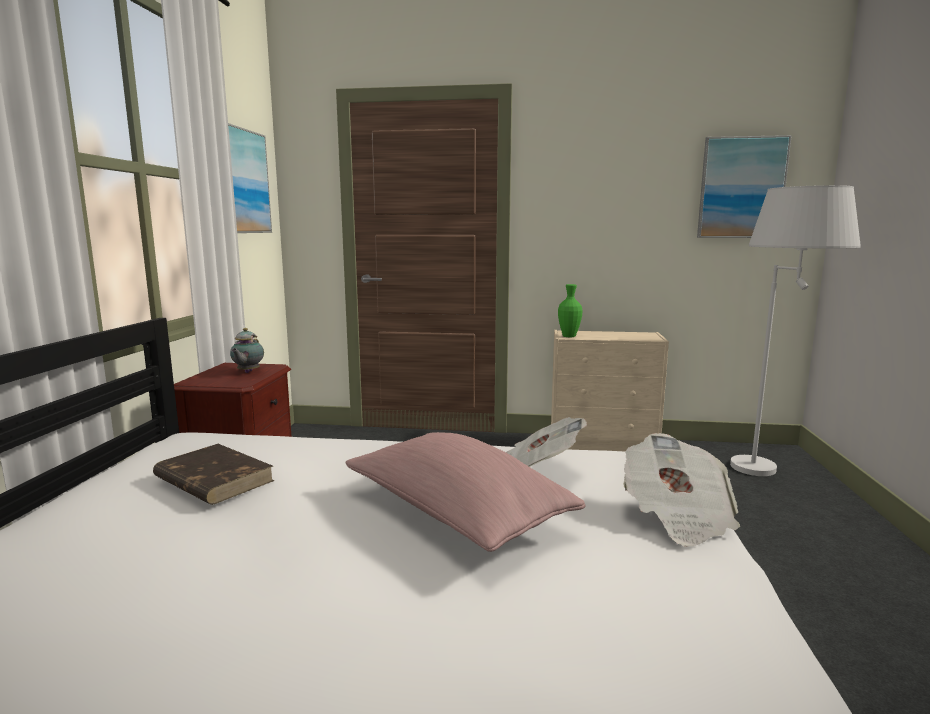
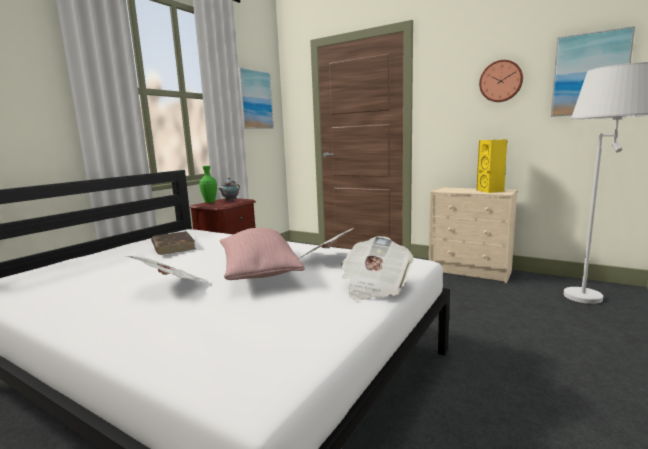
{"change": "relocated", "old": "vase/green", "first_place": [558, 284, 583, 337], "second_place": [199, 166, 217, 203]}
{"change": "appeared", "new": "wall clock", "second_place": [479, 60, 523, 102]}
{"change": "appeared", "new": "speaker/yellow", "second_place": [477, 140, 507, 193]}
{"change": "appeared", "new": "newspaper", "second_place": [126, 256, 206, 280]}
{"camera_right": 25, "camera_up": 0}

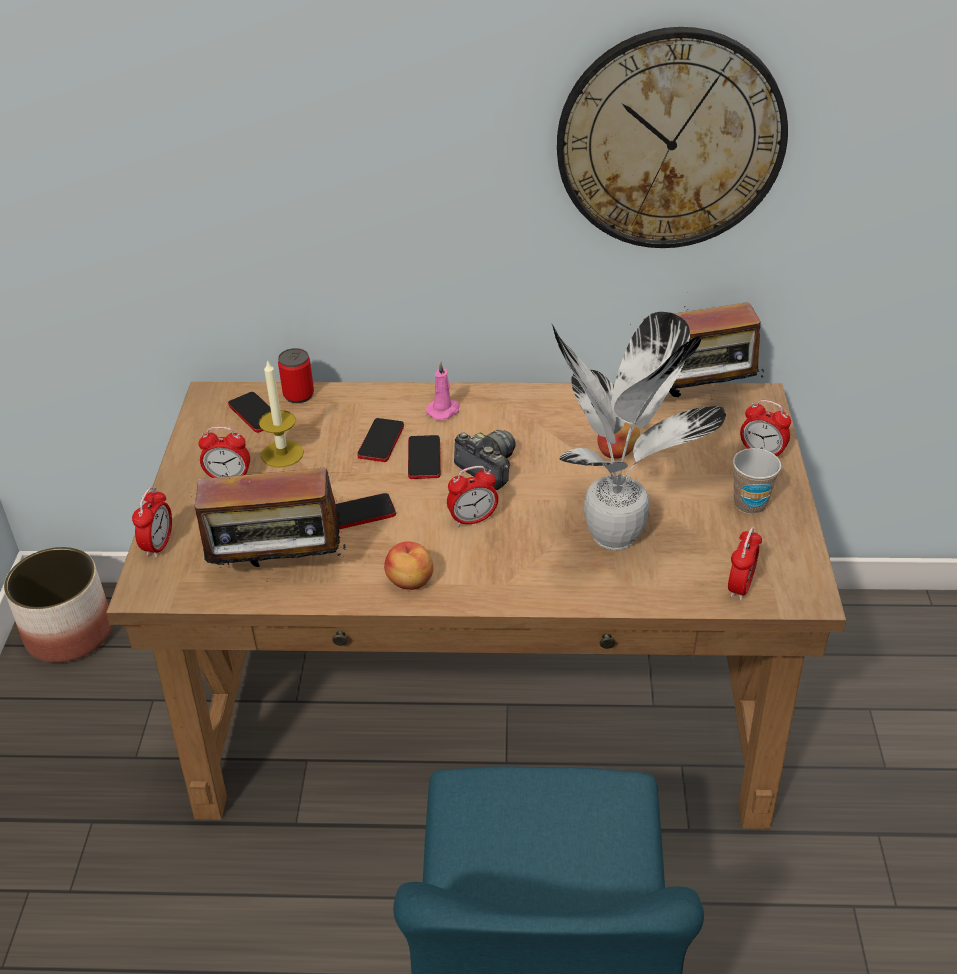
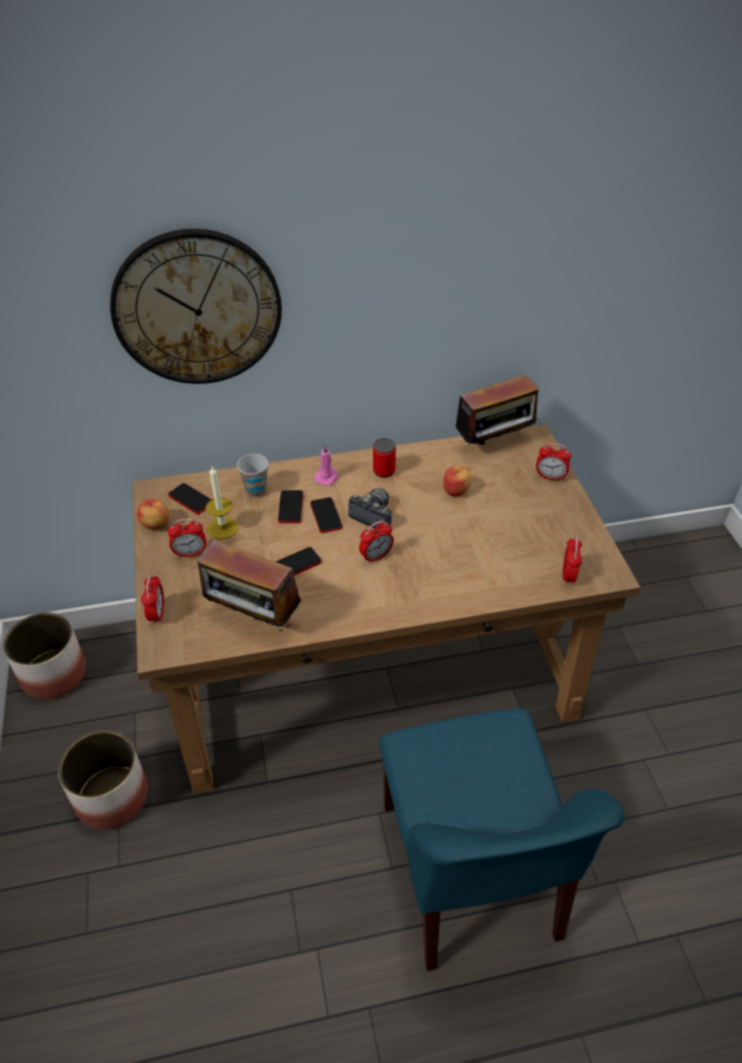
{"change": "relocated", "old": "wall clock", "first_place": [557, 27, 788, 248], "second_place": [110, 229, 282, 384]}
{"change": "missing", "old": "potted plant", "first_place": [551, 312, 726, 550]}
{"change": "relocated", "old": "can", "first_place": [278, 348, 314, 403], "second_place": [373, 438, 396, 478]}
{"change": "relocated", "old": "cup", "first_place": [733, 448, 781, 515], "second_place": [237, 454, 268, 497]}
{"change": "spun", "old": "radio", "first_place": [195, 455, 346, 582], "second_place": [197, 540, 301, 633], "degrees": 45}
{"change": "relocated", "old": "apple", "first_place": [384, 541, 434, 590], "second_place": [137, 499, 170, 530]}
{"change": "appeared", "new": "planter", "second_place": [58, 730, 148, 829]}
{"camera_right": -15, "camera_up": 5}

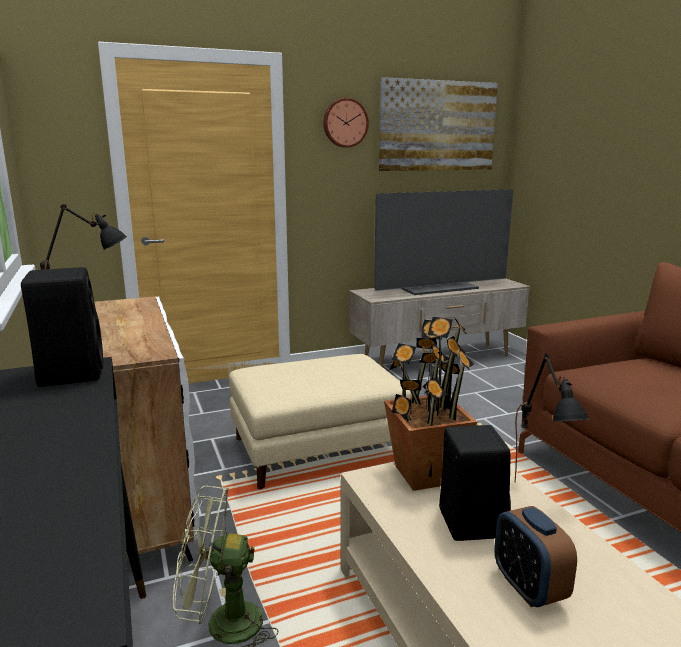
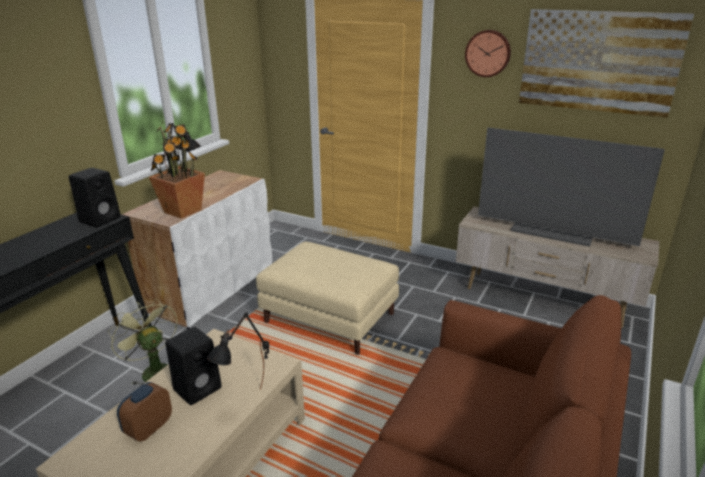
{"change": "relocated", "old": "potted plant", "first_place": [384, 316, 477, 491], "second_place": [149, 122, 205, 219]}
{"camera_right": 50, "camera_up": 10}

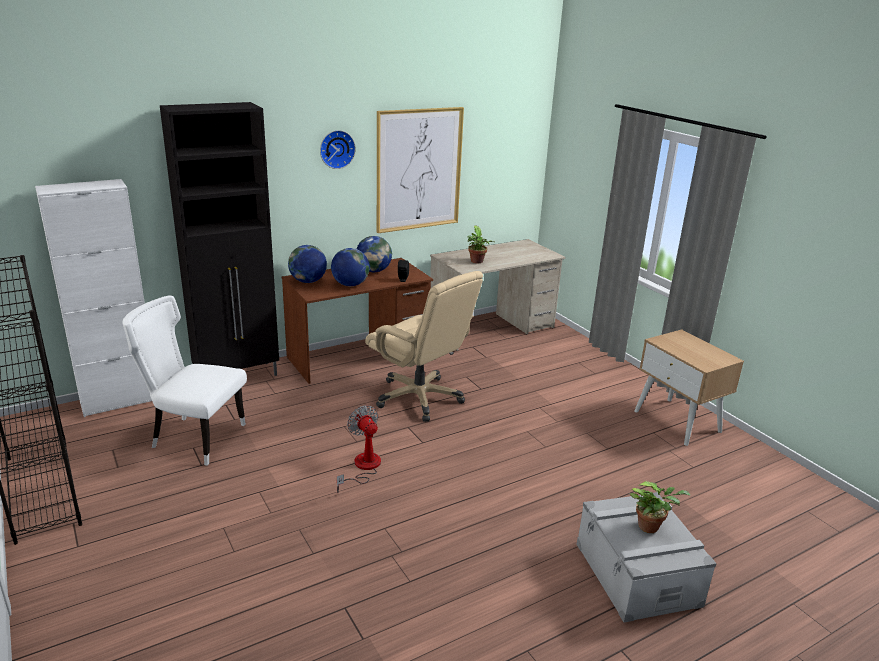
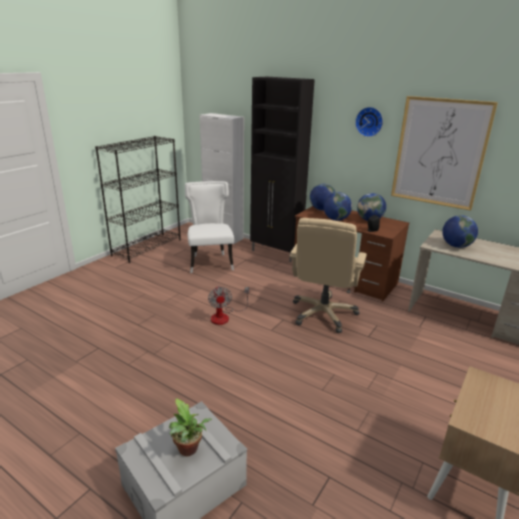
{"change": "exchanged", "old": "potted plant", "new": "globe", "first_place": [467, 225, 494, 263], "second_place": [442, 215, 478, 248]}
{"change": "spun", "old": "fan", "first_place": [337, 405, 381, 493], "second_place": [208, 286, 249, 325], "degrees": 135}
{"camera_right": 65, "camera_up": 0}

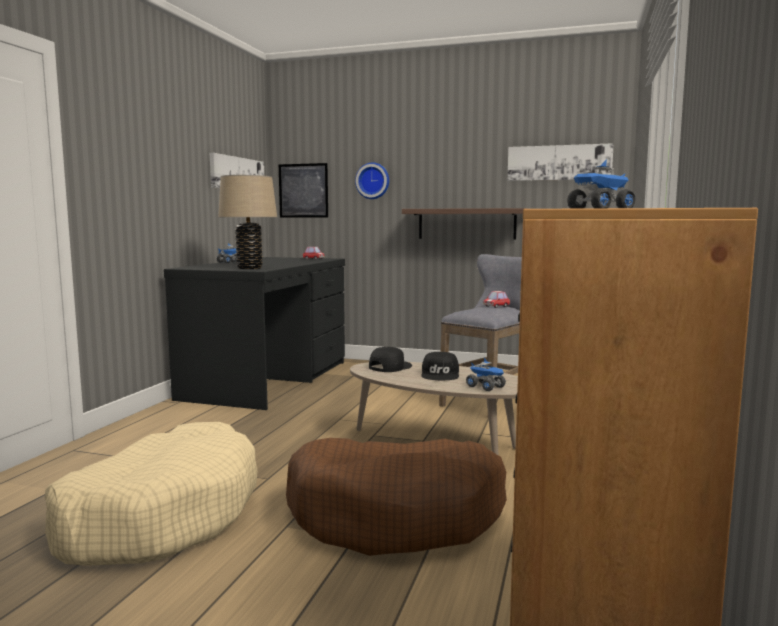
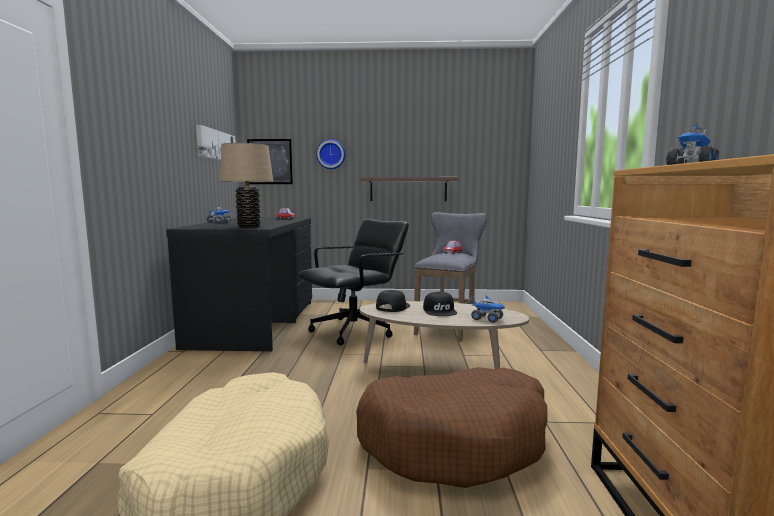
{"change": "missing", "old": "picture", "first_place": [507, 143, 614, 181]}
{"change": "appeared", "new": "office chair/black", "second_place": [298, 219, 409, 345]}
{"camera_right": -15, "camera_up": 0}

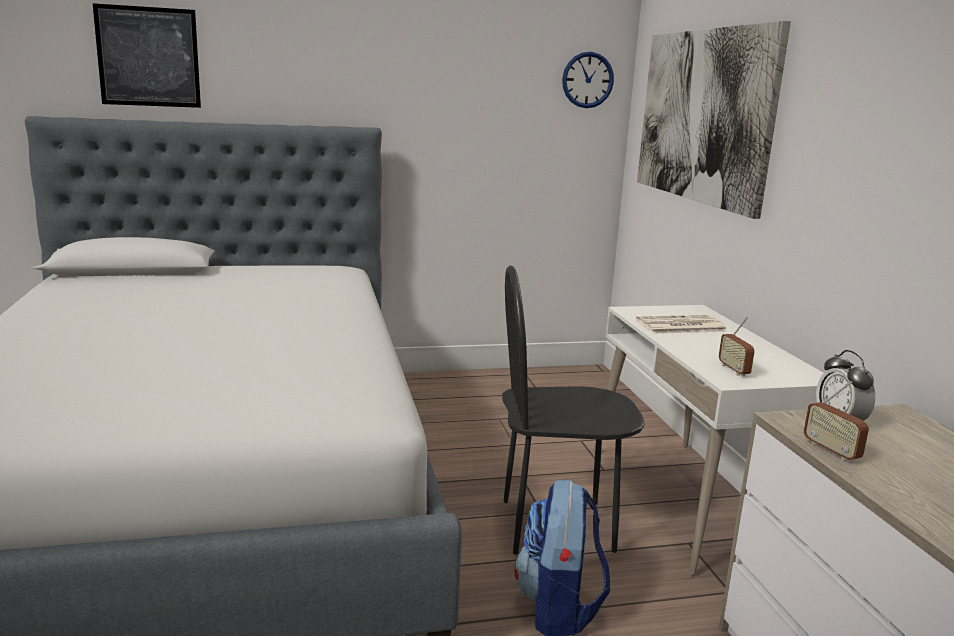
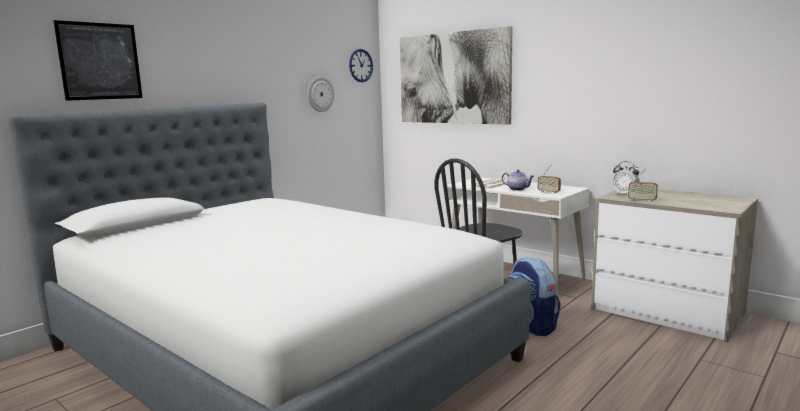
{"change": "appeared", "new": "wall clock", "second_place": [308, 77, 334, 112]}
{"change": "appeared", "new": "teapot", "second_place": [502, 170, 534, 191]}
{"camera_right": -35, "camera_up": -5}

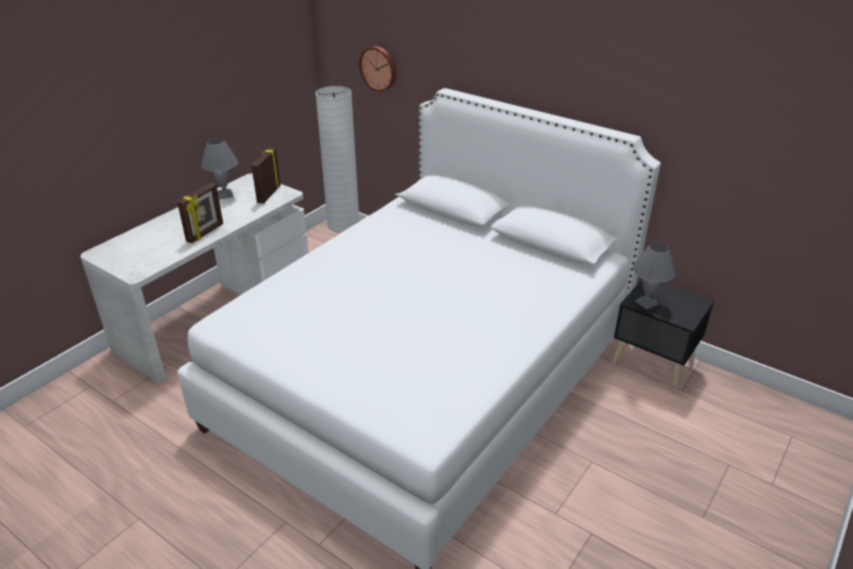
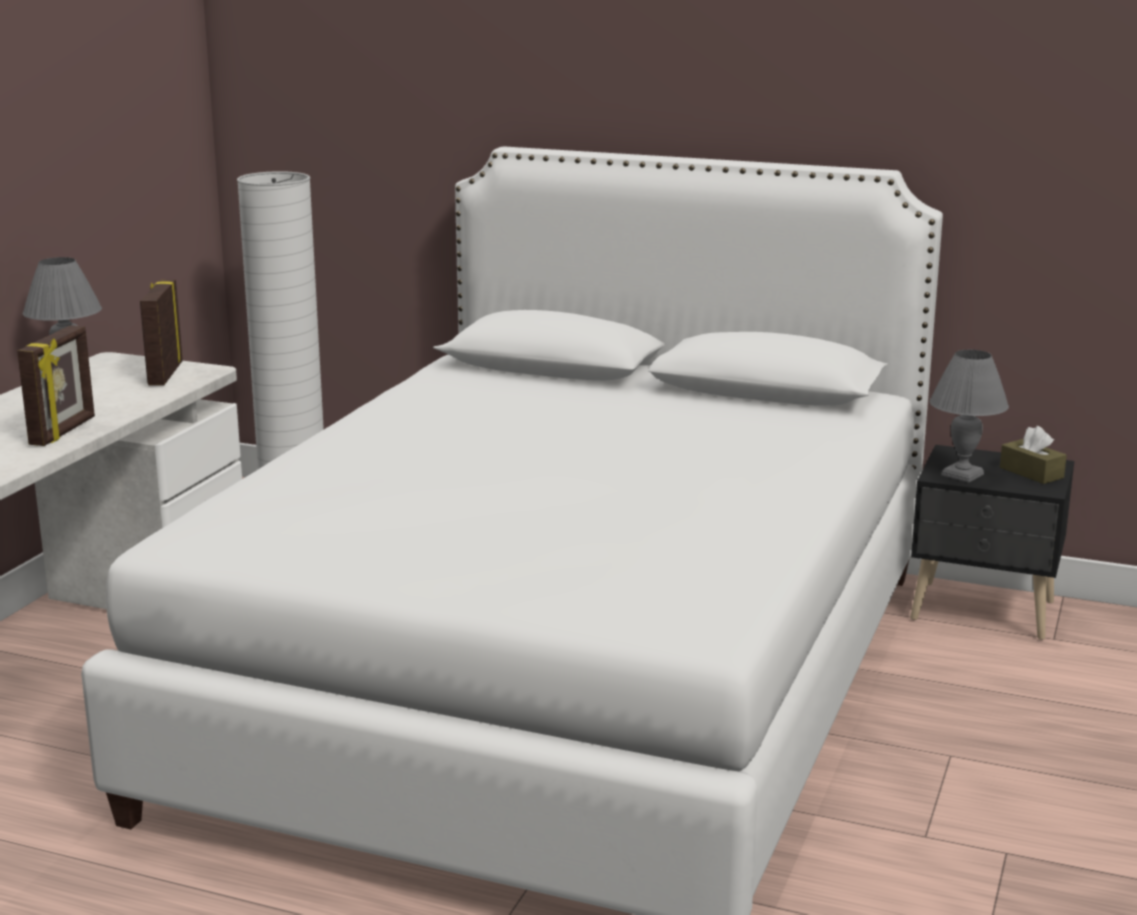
{"change": "missing", "old": "wall clock", "first_place": [359, 46, 396, 92]}
{"change": "appeared", "new": "tissue box/brown", "second_place": [1000, 426, 1067, 484]}
{"camera_right": -15, "camera_up": -15}

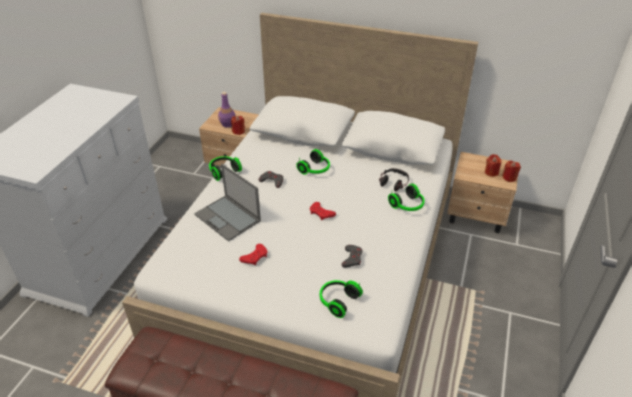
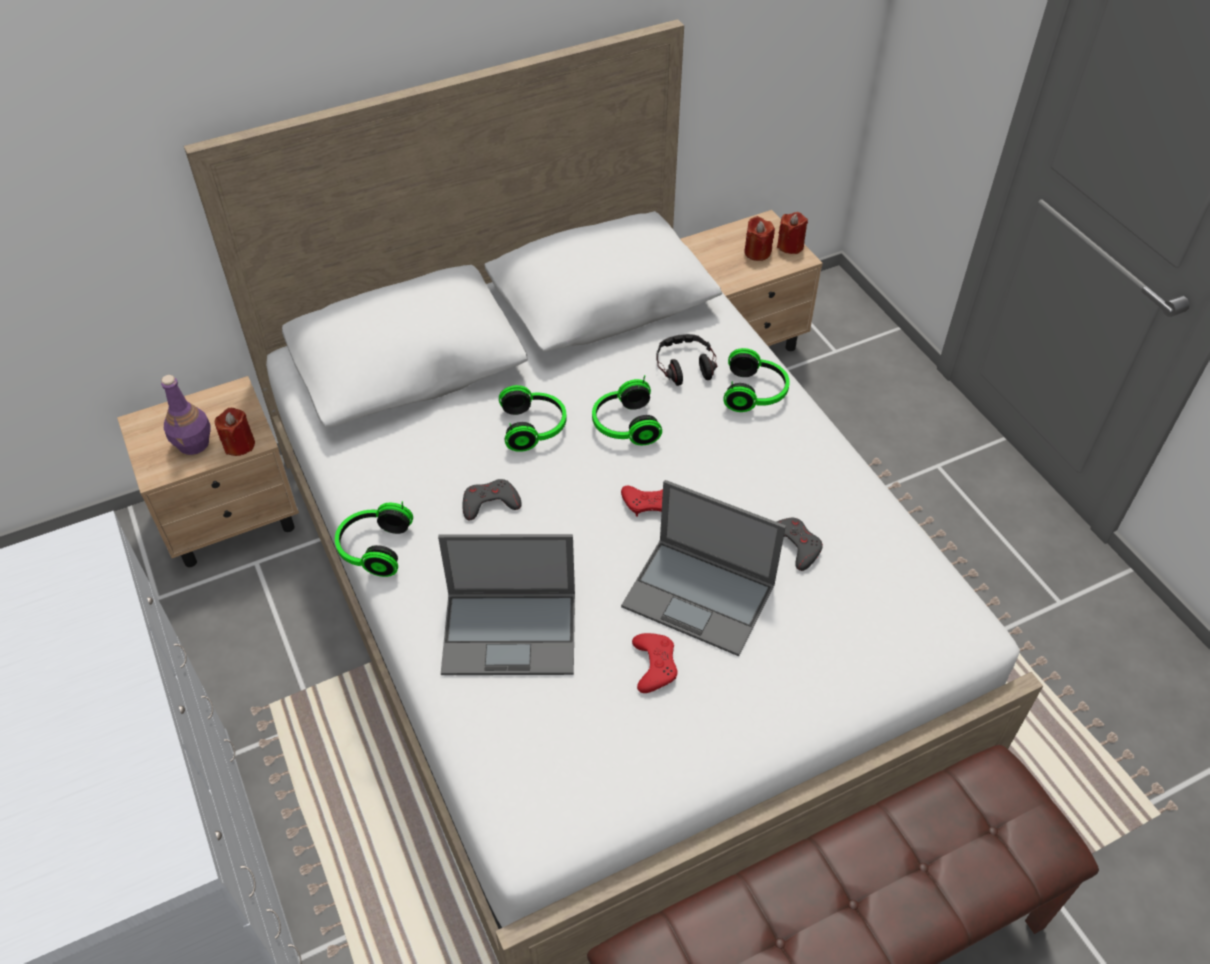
{"change": "relocated", "old": "headphones", "first_place": [320, 280, 363, 318], "second_place": [592, 375, 662, 445]}
{"change": "appeared", "new": "laptop", "second_place": [621, 480, 786, 656]}
{"camera_right": -45, "camera_up": 10}

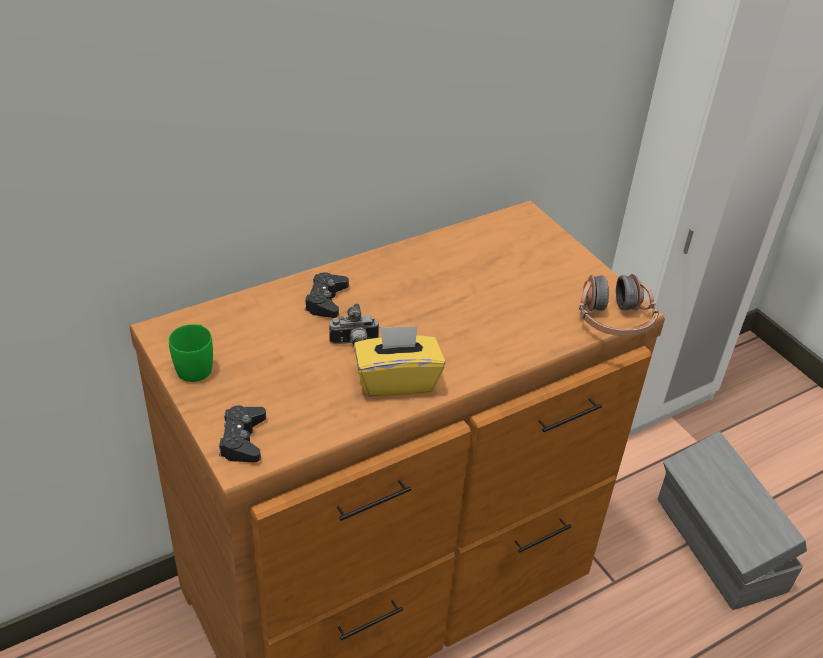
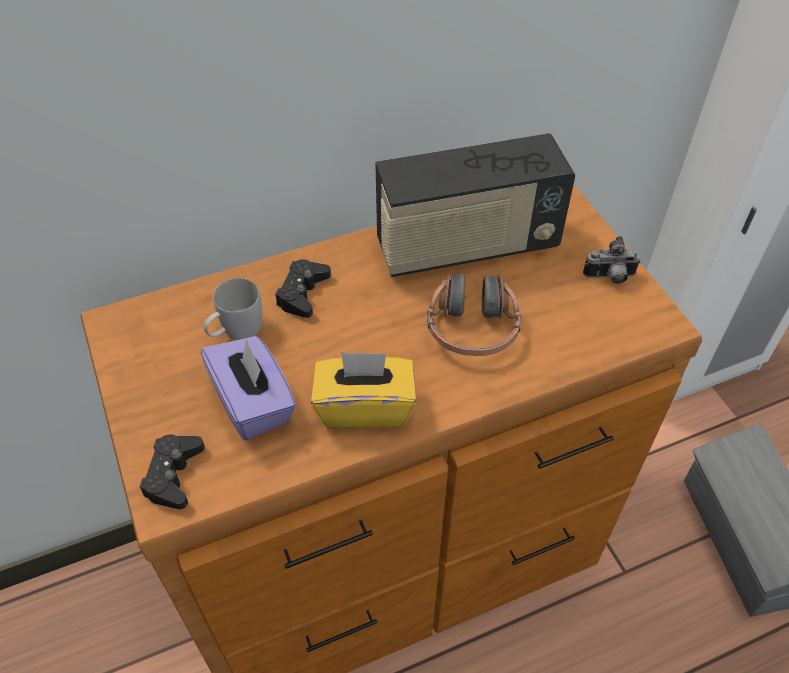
{"change": "relocated", "old": "headphones", "first_place": [579, 274, 659, 336], "second_place": [427, 273, 521, 356]}
{"change": "relocated", "old": "photo camera", "first_place": [329, 303, 380, 345], "second_place": [583, 236, 641, 284]}
{"change": "missing", "old": "mug/green", "first_place": [169, 324, 213, 382]}
{"change": "appeared", "new": "radio", "second_place": [375, 133, 575, 277]}
{"change": "appeared", "new": "mug/white", "second_place": [204, 278, 262, 340]}
{"change": "appeared", "new": "tissue box/purple", "second_place": [201, 336, 296, 440]}
{"camera_right": 10, "camera_up": 10}

